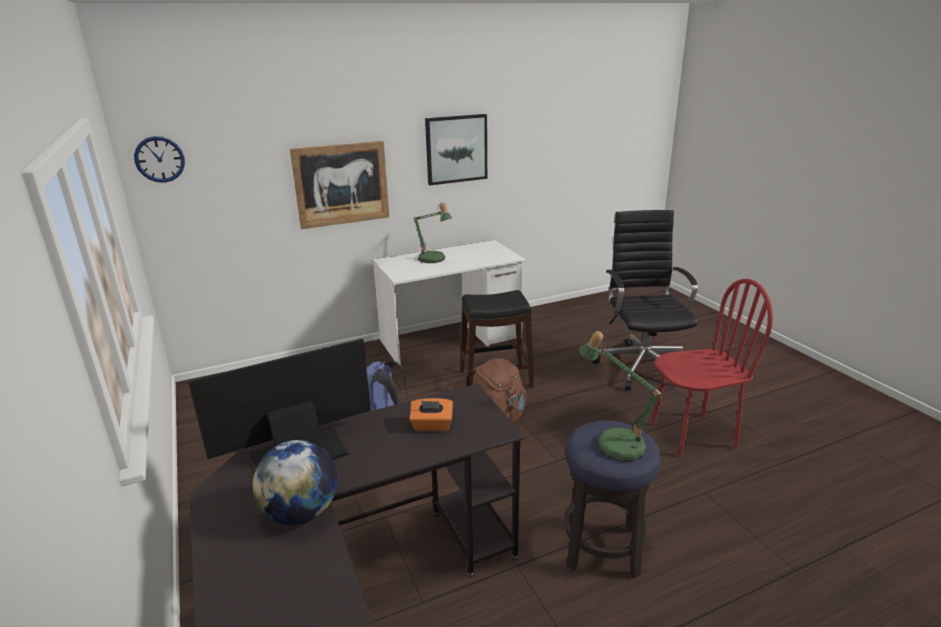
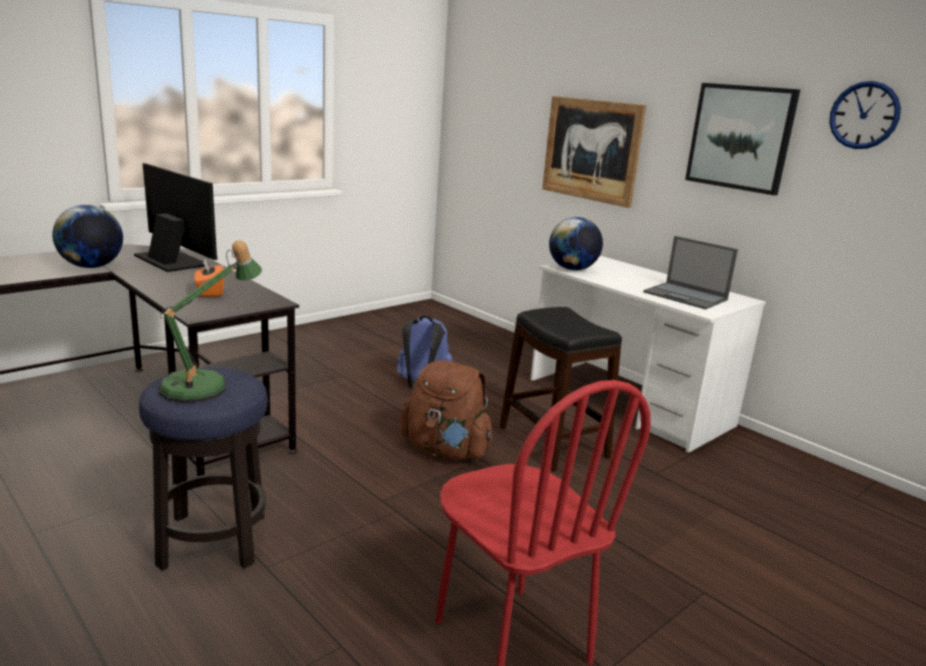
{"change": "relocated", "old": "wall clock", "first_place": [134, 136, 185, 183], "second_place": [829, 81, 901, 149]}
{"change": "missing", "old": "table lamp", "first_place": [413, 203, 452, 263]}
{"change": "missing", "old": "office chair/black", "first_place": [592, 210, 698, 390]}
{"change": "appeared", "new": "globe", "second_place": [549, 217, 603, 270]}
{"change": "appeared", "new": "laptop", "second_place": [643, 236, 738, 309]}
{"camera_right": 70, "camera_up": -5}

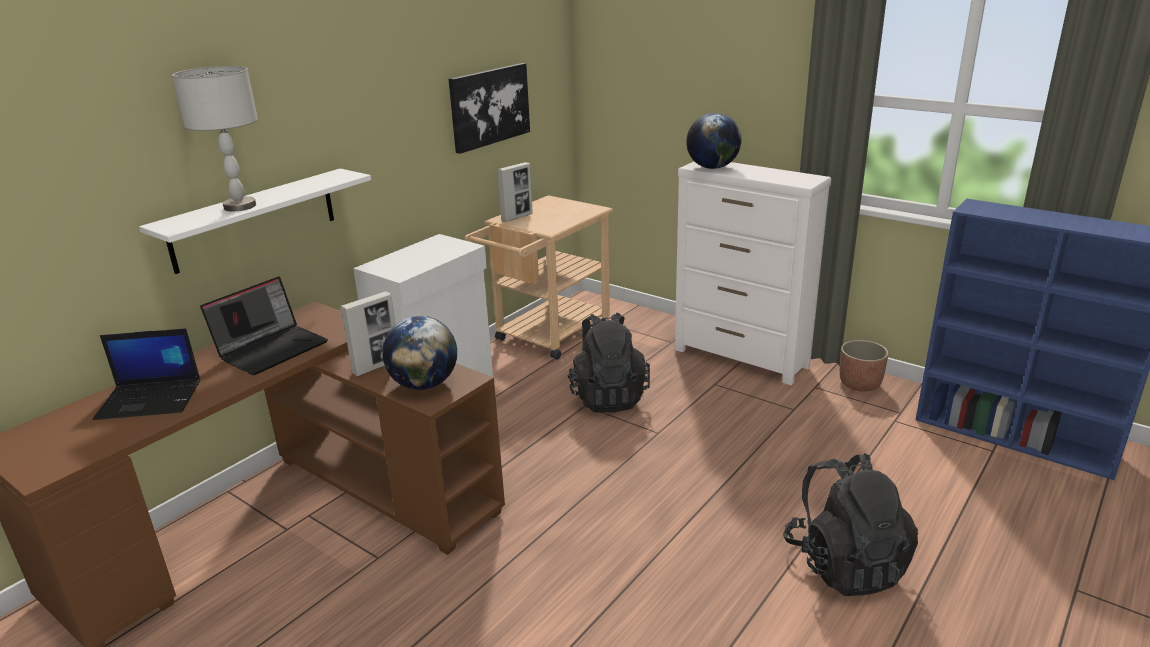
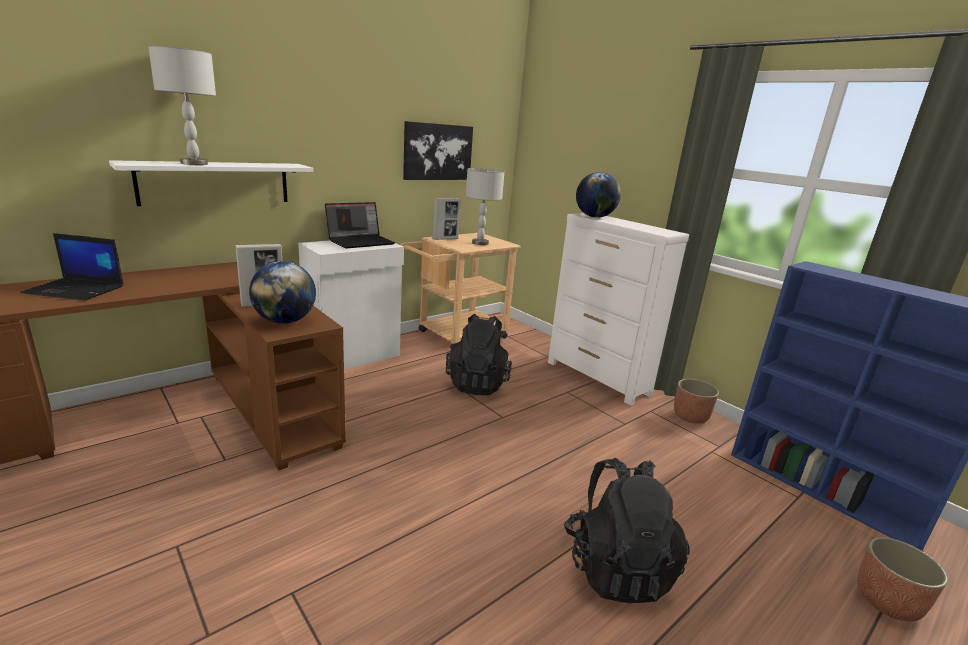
{"change": "relocated", "old": "laptop", "first_place": [200, 276, 328, 375], "second_place": [325, 202, 395, 249]}
{"change": "appeared", "new": "table lamp/grey", "second_place": [466, 168, 504, 245]}
{"change": "appeared", "new": "planter", "second_place": [857, 537, 948, 622]}
{"camera_right": 10, "camera_up": -5}

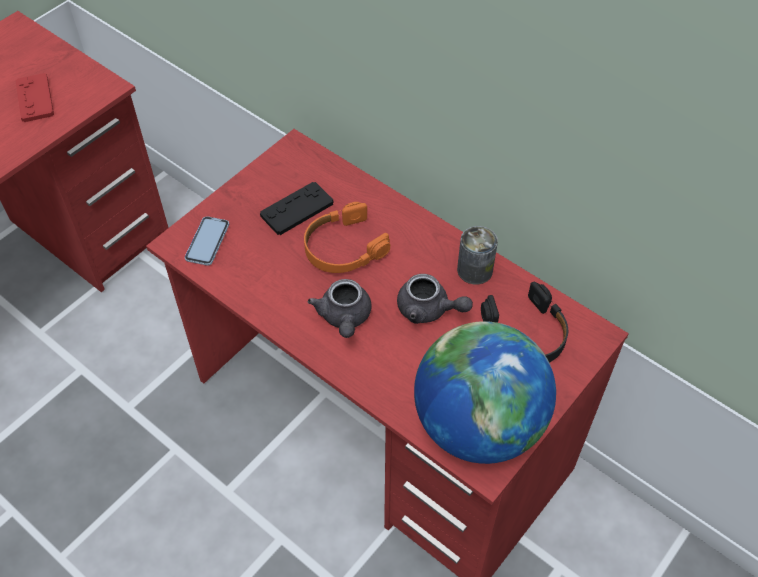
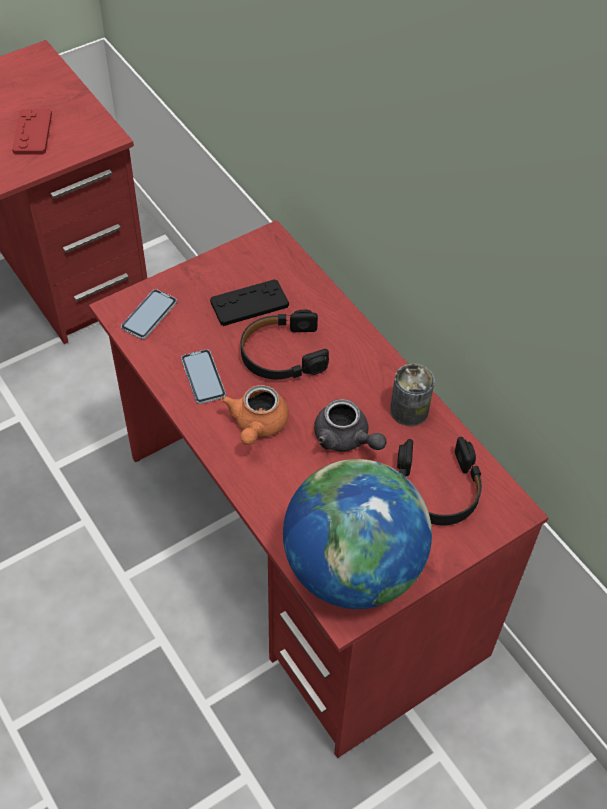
{"change": "colour", "old": "headphones/orange", "new": "headphones/black", "first_place": [304, 202, 390, 273], "second_place": [241, 310, 329, 379]}
{"change": "colour", "old": "teapot/grey", "new": "teapot/orange", "first_place": [308, 279, 372, 338], "second_place": [221, 385, 289, 445]}
{"change": "appeared", "new": "phone", "second_place": [181, 349, 226, 404]}
{"camera_right": 15, "camera_up": 0}

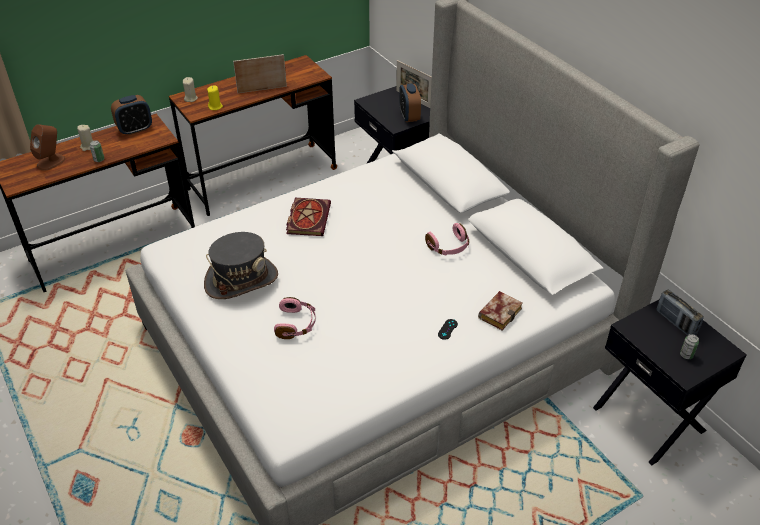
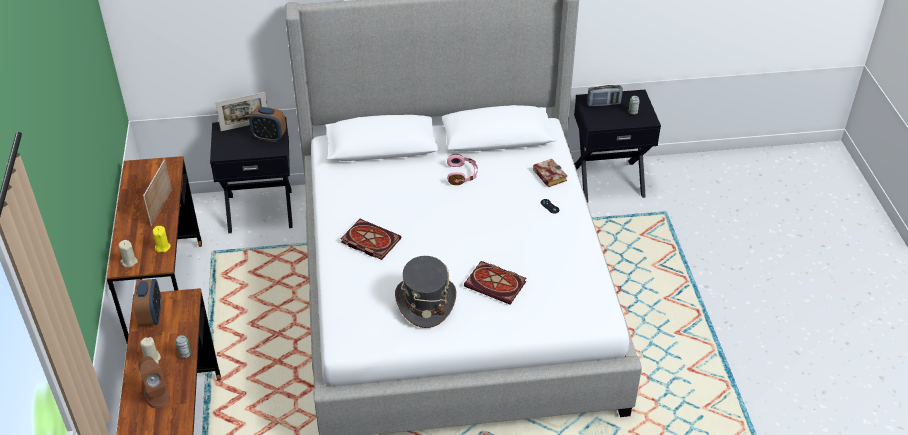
{"change": "exchanged", "old": "headphones/pink", "new": "book", "first_place": [274, 297, 315, 339], "second_place": [464, 261, 526, 305]}
{"camera_right": -65, "camera_up": 0}

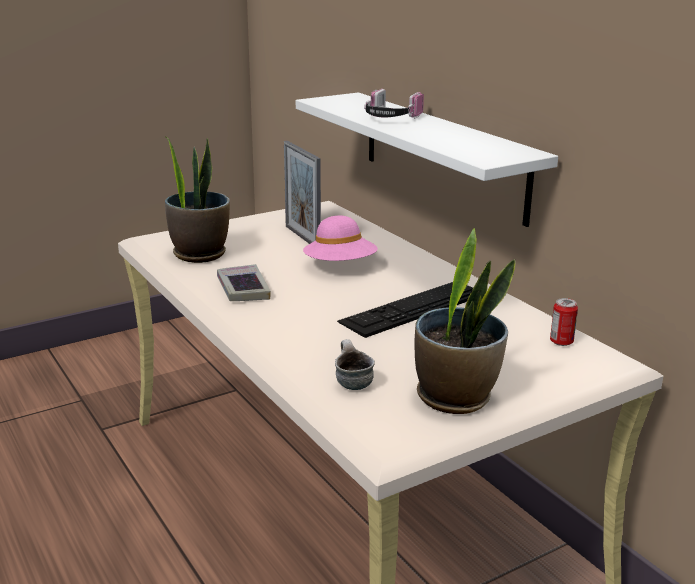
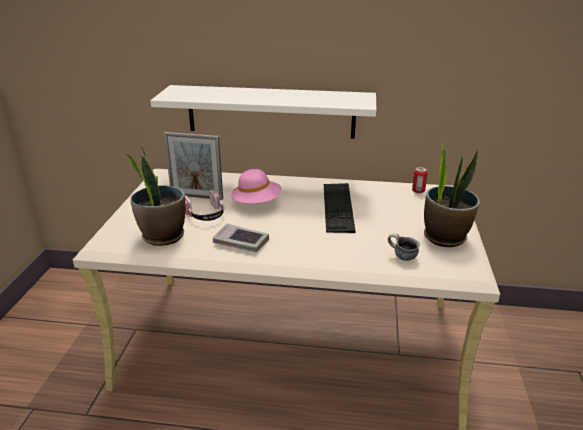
{"change": "relocated", "old": "headphones", "first_place": [364, 89, 424, 119], "second_place": [185, 189, 225, 221]}
{"camera_right": -50, "camera_up": 5}

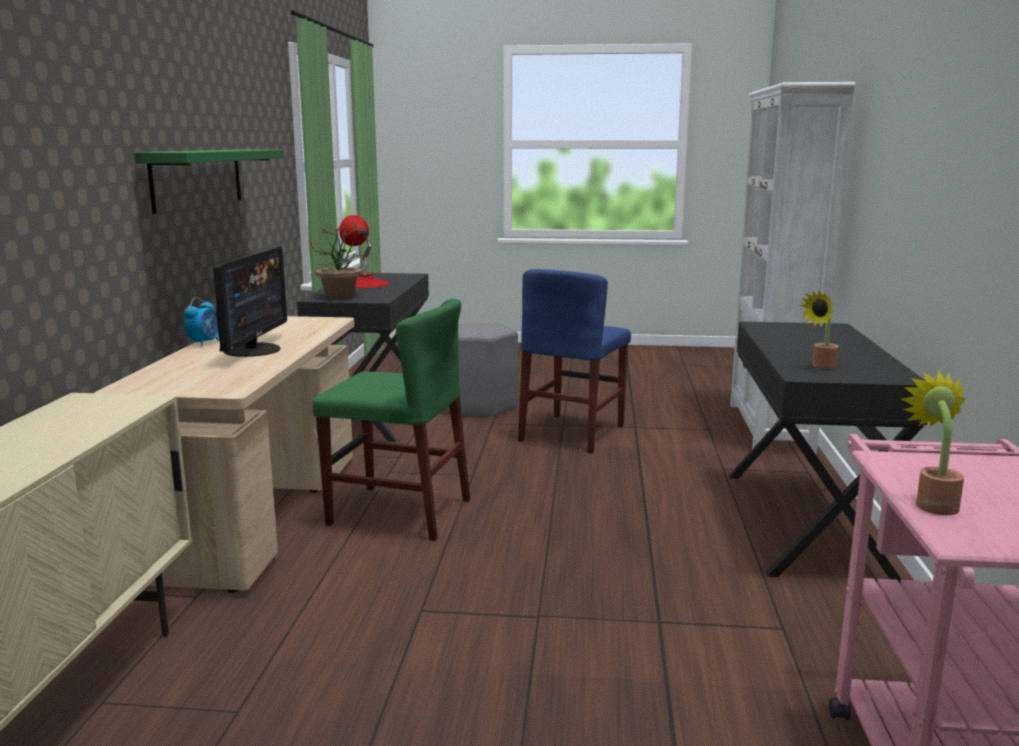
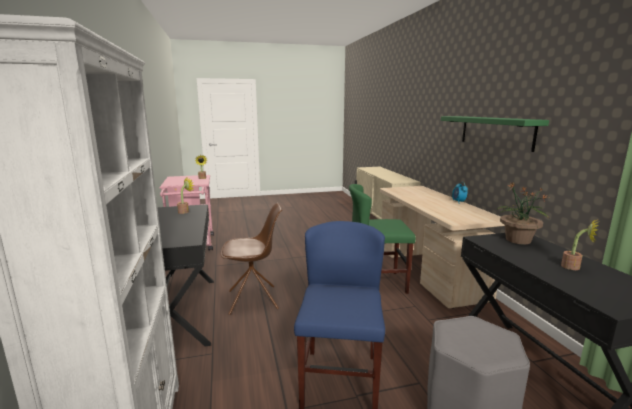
{"change": "exchanged", "old": "table lamp/red", "new": "potted plant", "first_place": [339, 215, 390, 288], "second_place": [561, 220, 599, 270]}
{"change": "missing", "old": "monitor", "first_place": [213, 247, 287, 357]}
{"change": "appeared", "new": "chair/brown", "second_place": [220, 203, 282, 315]}
{"camera_right": 160, "camera_up": 0}

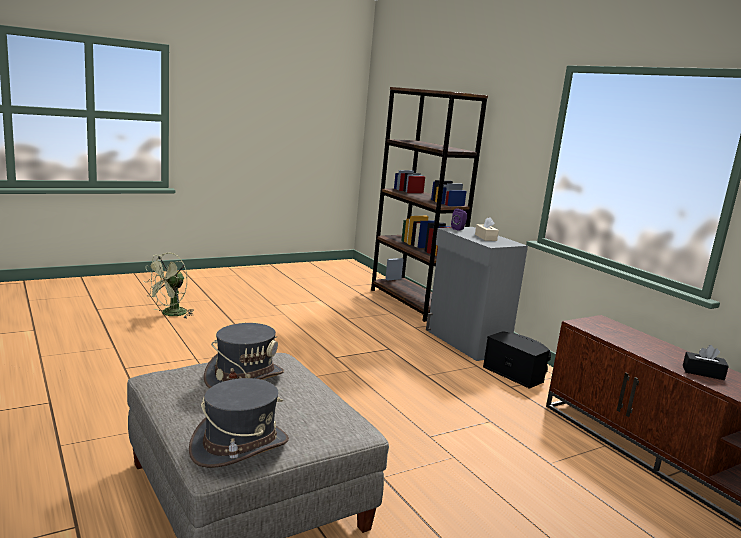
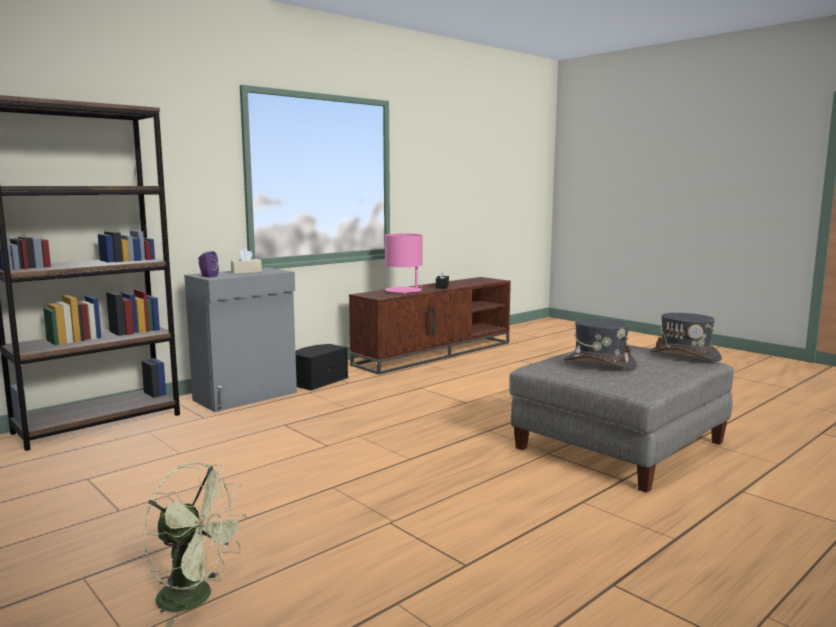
{"change": "appeared", "new": "table lamp/pink", "second_place": [385, 234, 423, 294]}
{"camera_right": -100, "camera_up": -5}

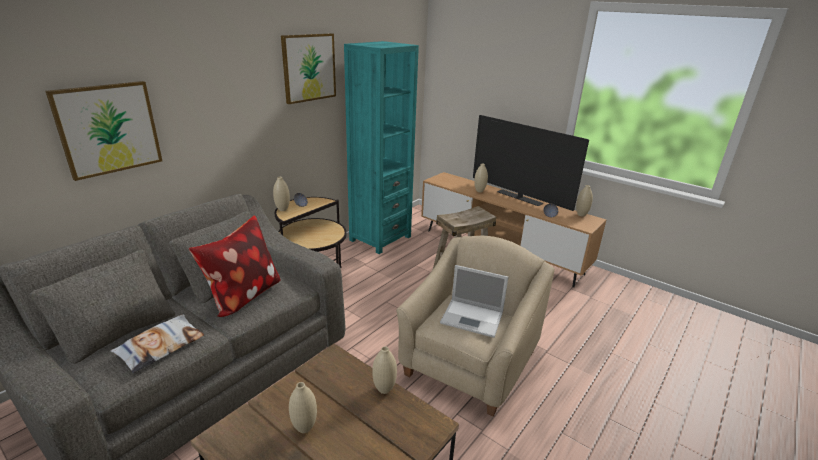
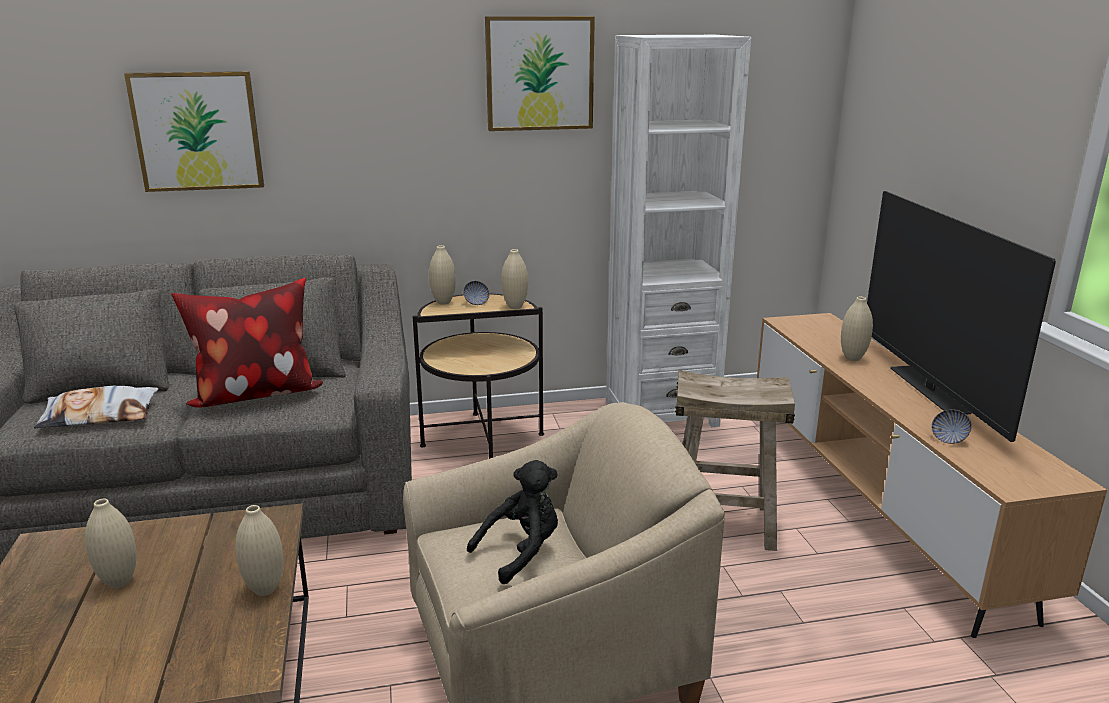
{"change": "colour", "old": "bookcase/turquoise", "new": "bookcase/white", "first_place": [344, 41, 419, 254], "second_place": [606, 35, 751, 427]}
{"change": "relocated", "old": "vase/beige", "first_place": [576, 185, 593, 216], "second_place": [501, 249, 528, 309]}
{"change": "exchanged", "old": "laptop", "new": "plush toy/black", "first_place": [440, 265, 508, 338], "second_place": [467, 460, 558, 584]}
{"camera_right": 40, "camera_up": -5}

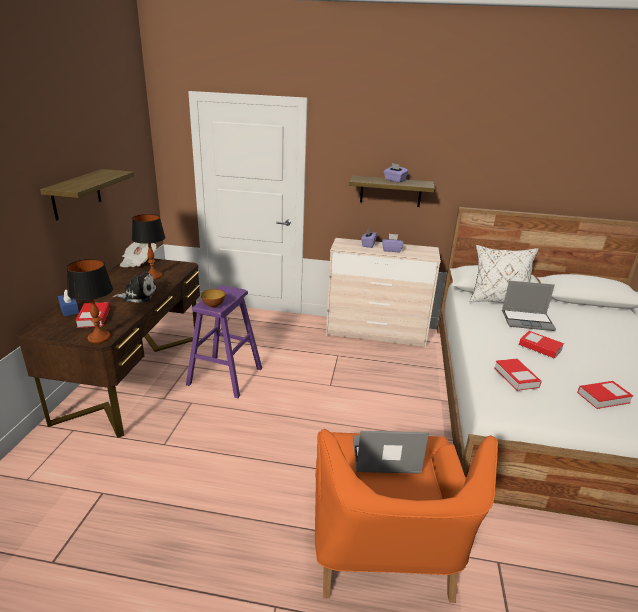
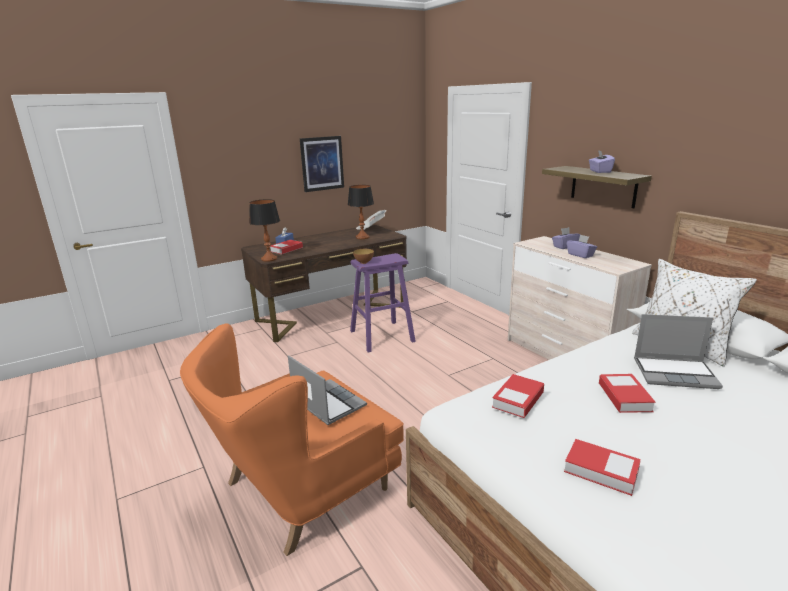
{"change": "exchanged", "old": "shelf", "new": "picture", "first_place": [40, 169, 134, 221], "second_place": [300, 136, 344, 192]}
{"change": "missing", "old": "plush toy", "first_place": [113, 269, 157, 303]}
{"change": "spun", "old": "laptop", "first_place": [502, 281, 556, 331], "second_place": [634, 314, 723, 389], "degrees": -45}
{"camera_right": 50, "camera_up": -5}

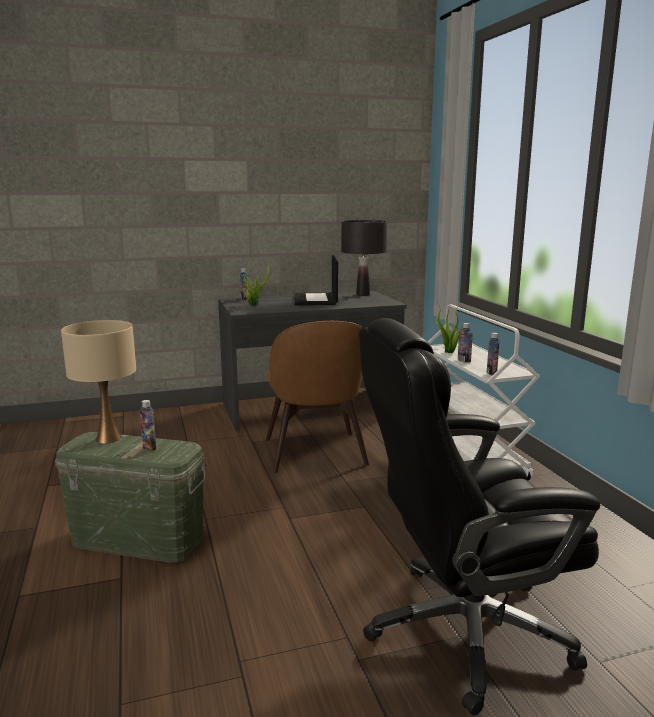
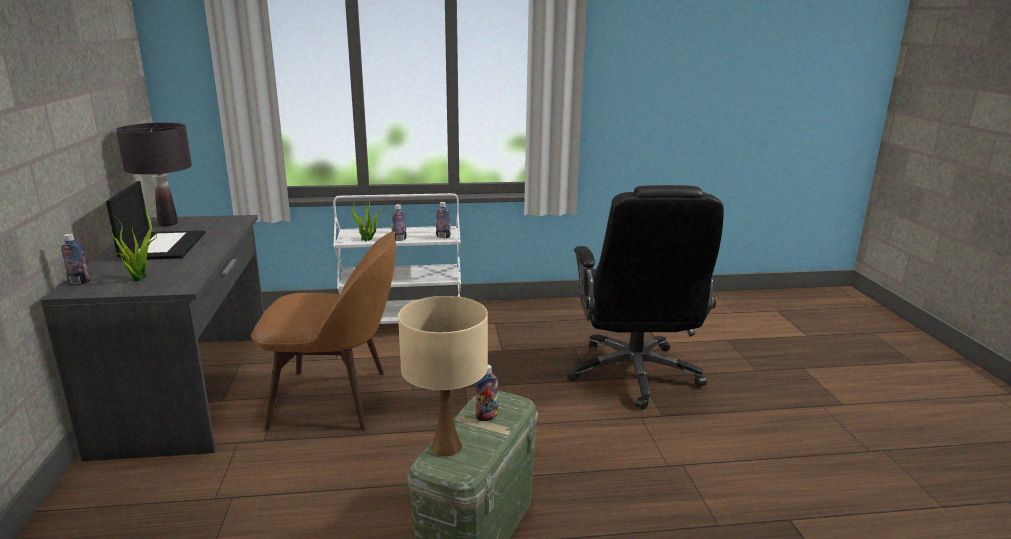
{"change": "spun", "old": "laptop", "first_place": [294, 255, 338, 305], "second_place": [106, 181, 205, 261], "degrees": -105}
{"camera_right": -80, "camera_up": 5}

